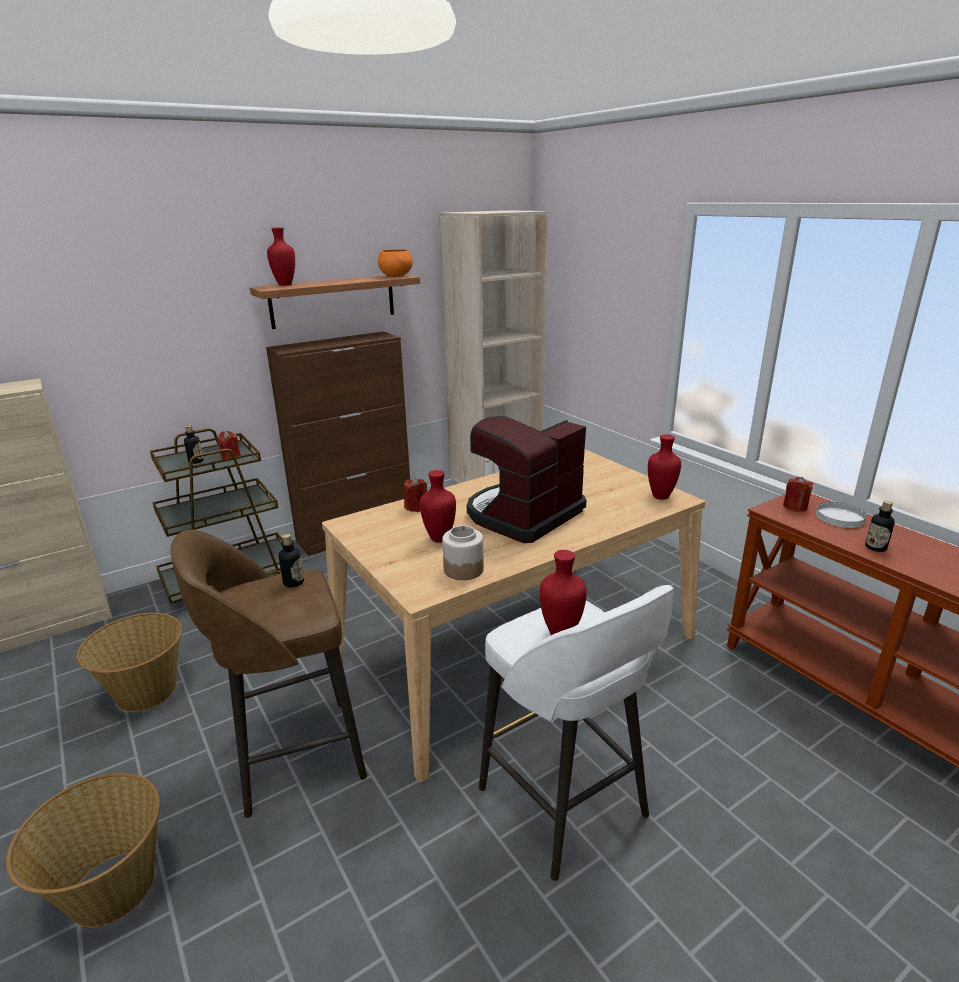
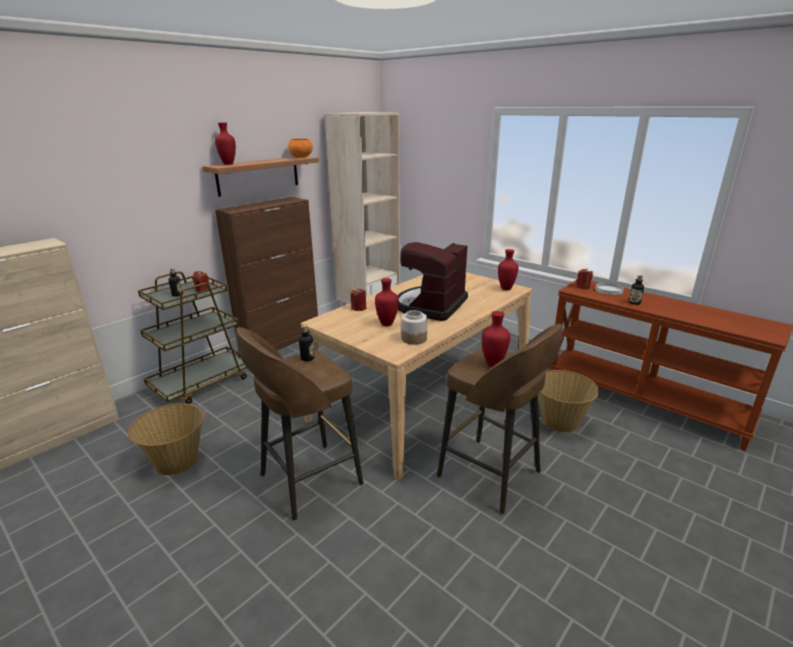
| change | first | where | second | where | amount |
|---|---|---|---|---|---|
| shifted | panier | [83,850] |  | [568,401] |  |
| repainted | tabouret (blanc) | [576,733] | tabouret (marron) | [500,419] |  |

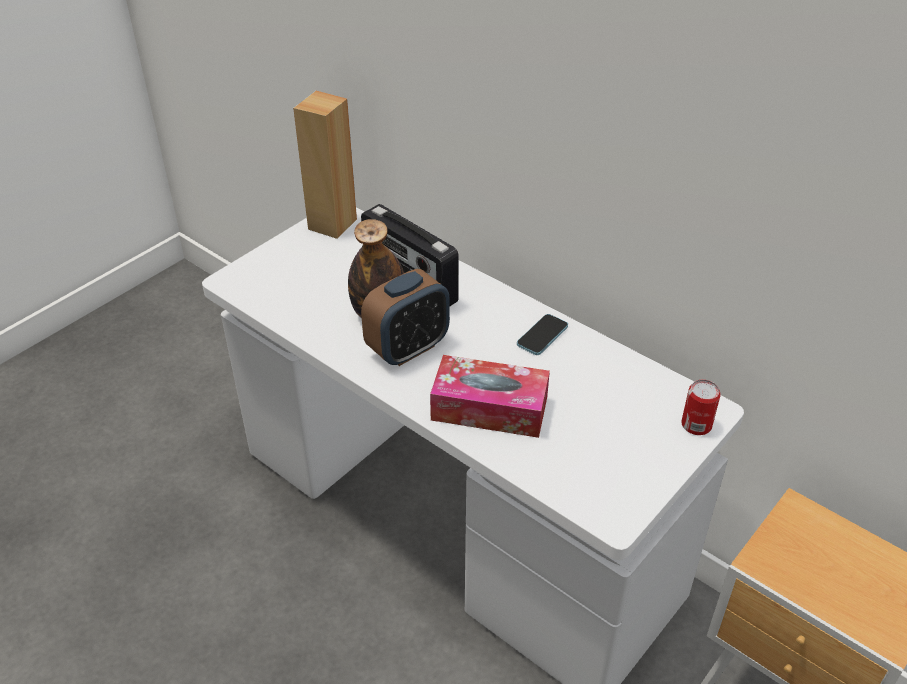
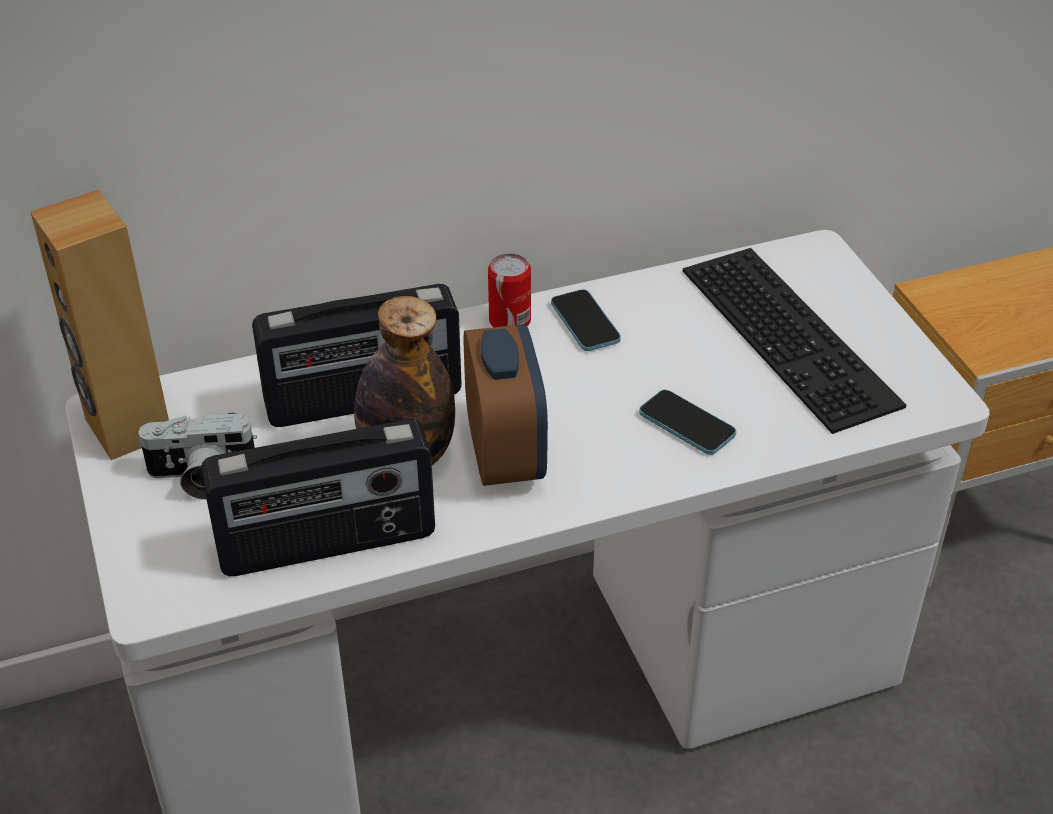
| change | first | where | second | where | amount |
|---|---|---|---|---|---|
| new |  |  | appareil photo | [197,456] |  |
| new |  |  | radio | [318,497] |  |
| new |  |  | clavier | [794,341] |  |
| shifted | boîte métallique | [701,407] |  | [509,290] |  |
| swapped | boîte à mouchoirs | [490,396] | téléphone | [687,422] |  |

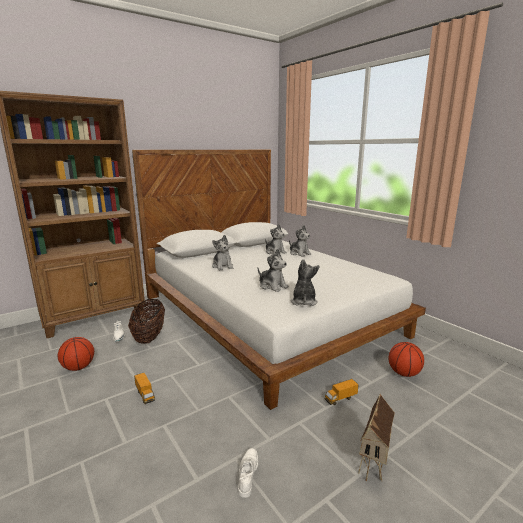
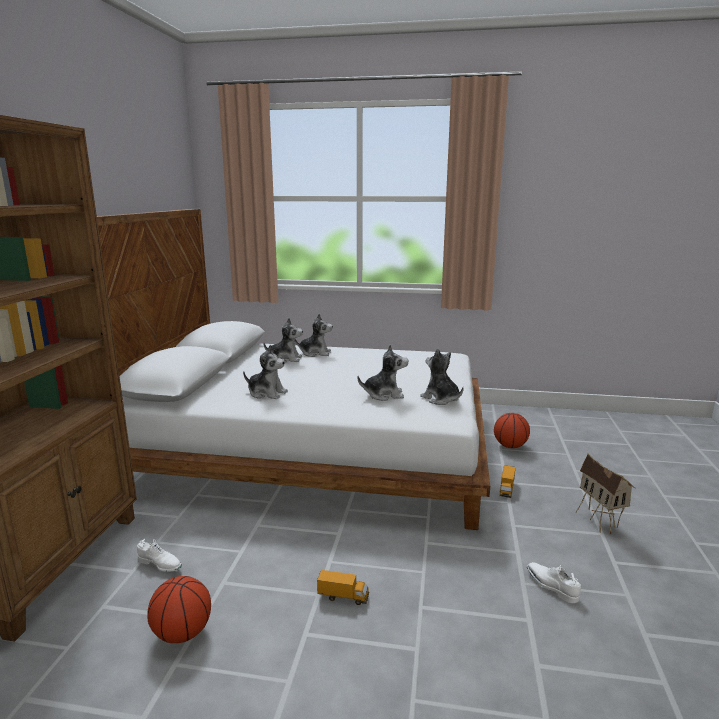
| change | first | where | second | where | amount |
|---|---|---|---|---|---|
| gone | panier | [146,321] |  |  |  |

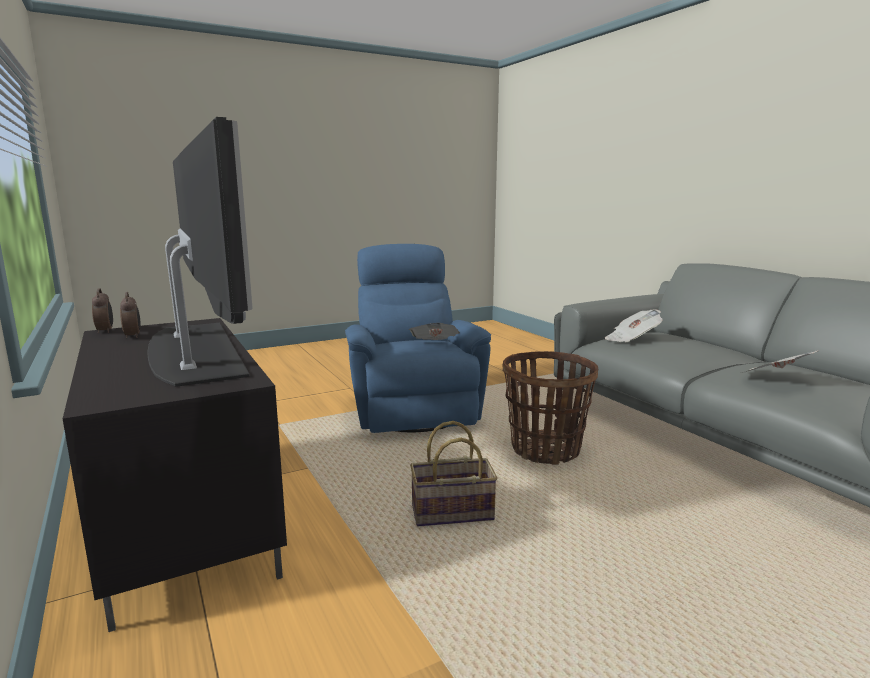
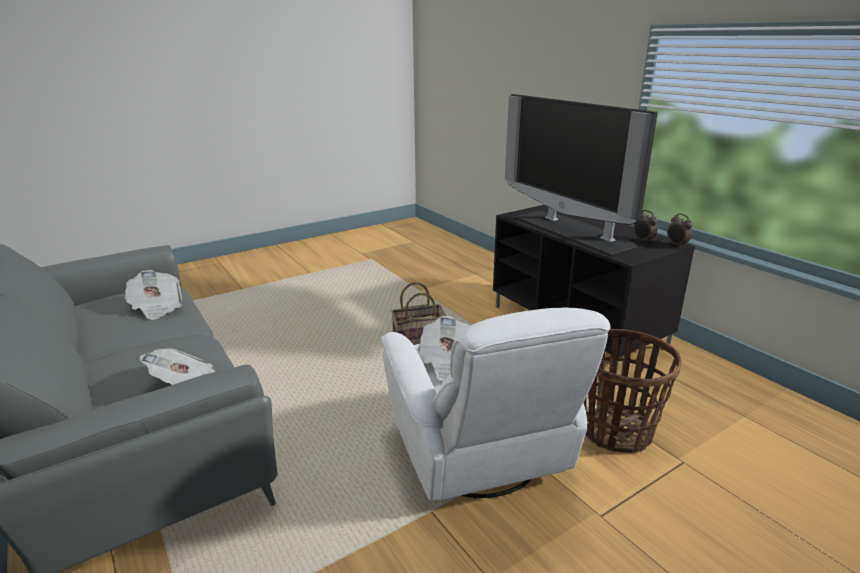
| change | first | where | second | where | amount |
|---|---|---|---|---|---|
| shifted | panier | [550,408] |  | [632,391] |  |
| repainted | fauteuil (bleu) | [418,338] | fauteuil (blanc) | [496,404] |  |

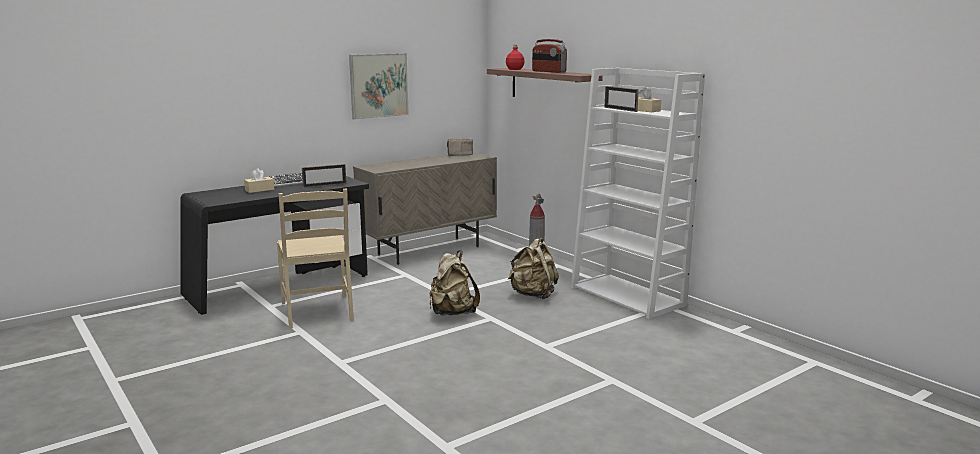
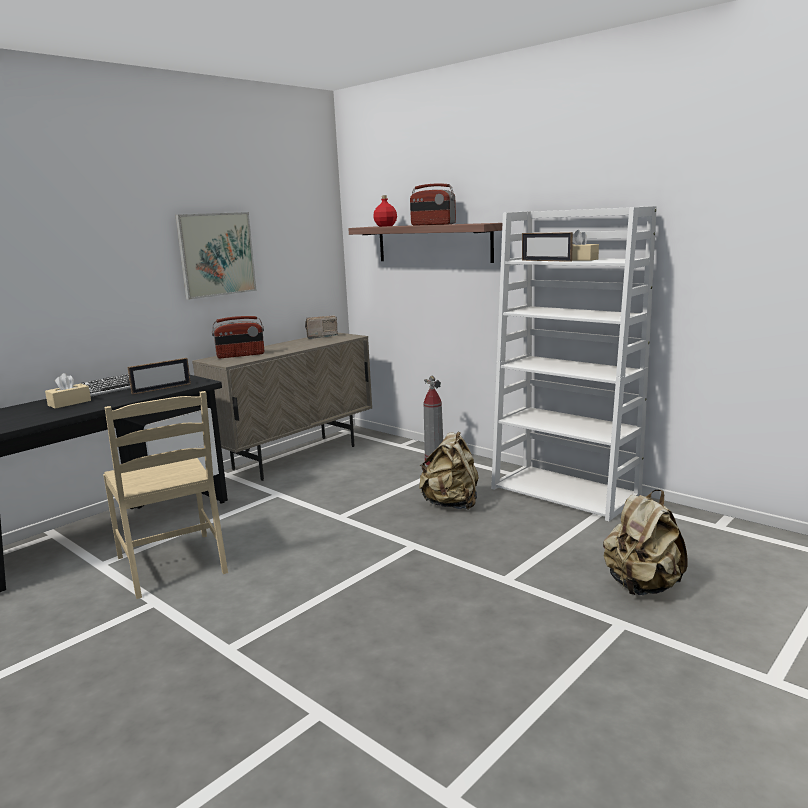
| change | first | where | second | where | amount |
|---|---|---|---|---|---|
| new |  |  | radio | [238,337] |  |
| shifted | sac à dos (beige) | [455,283] |  | [645,542] |  |

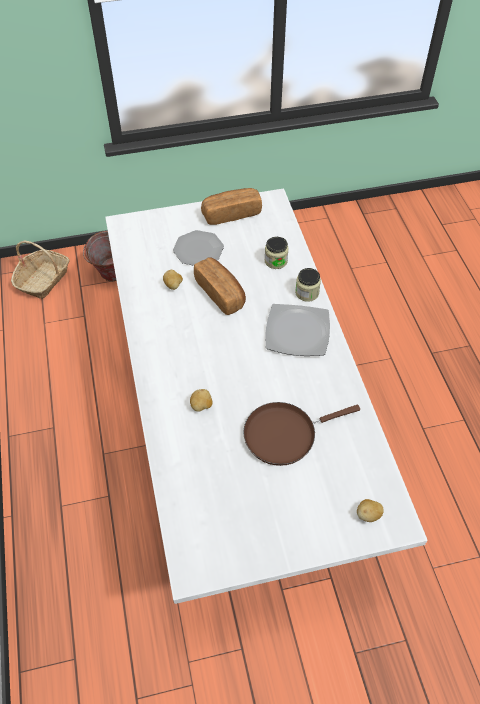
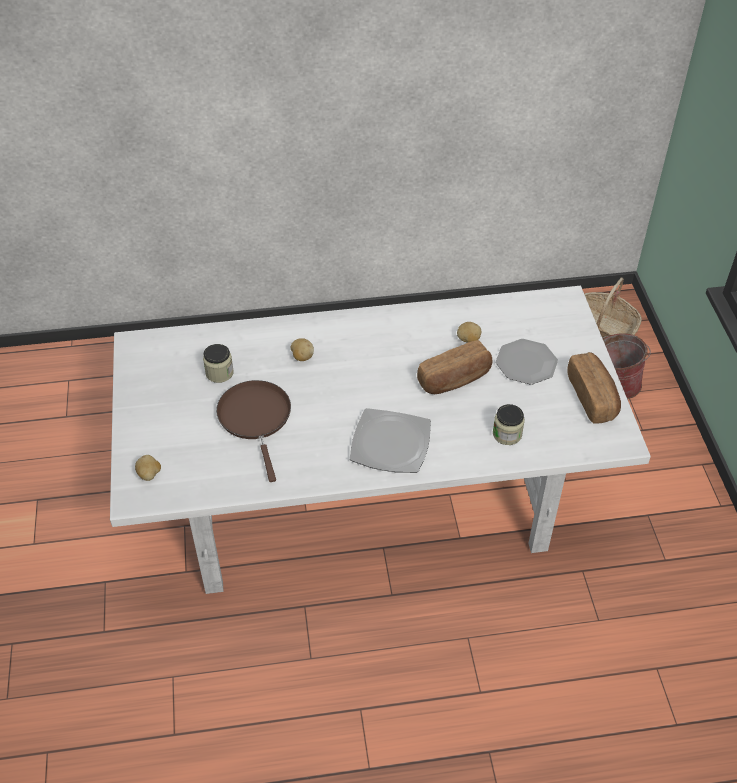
| change | first | where | second | where | amount |
|---|---|---|---|---|---|
| shifted | bocal | [308,285] |  | [218,363] |  |

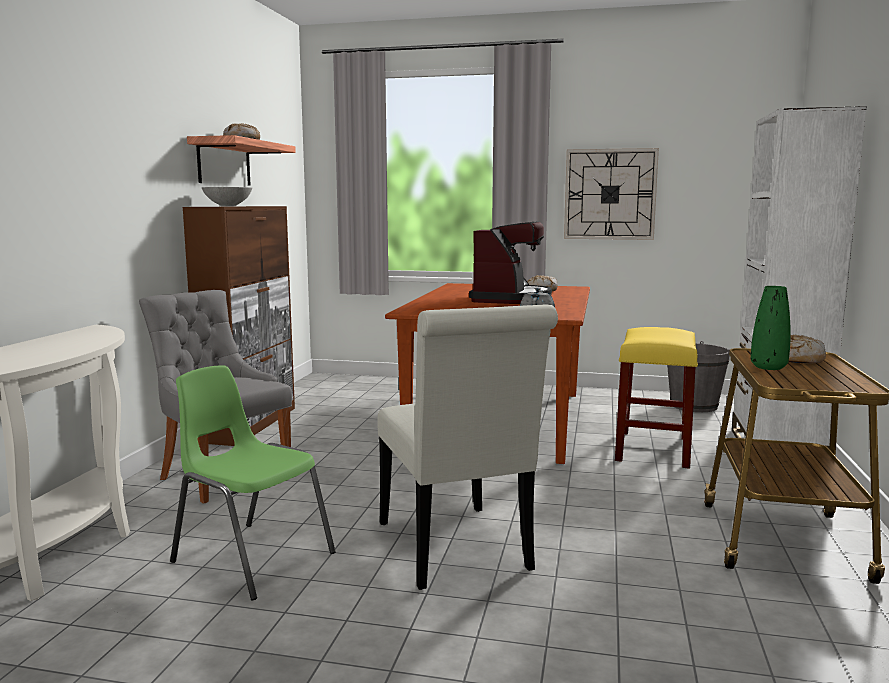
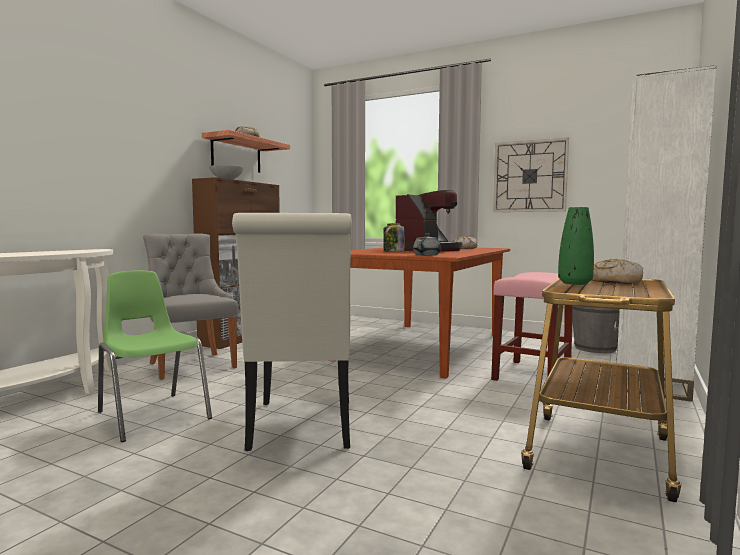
| change | first | where | second | where | amount |
|---|---|---|---|---|---|
| new |  |  | bocal | [394,237] |  |
| repainted | tabouret (jaune) | [656,398] | tabouret (rose) | [532,326] |  |

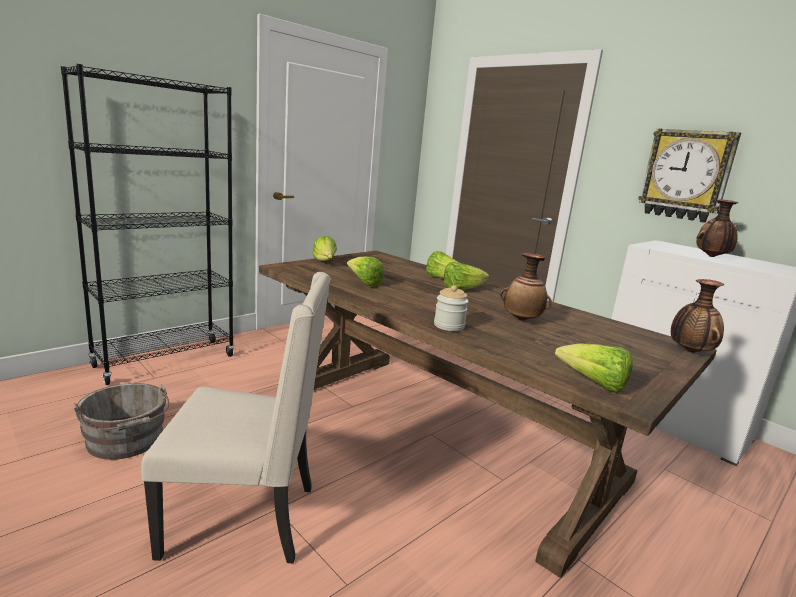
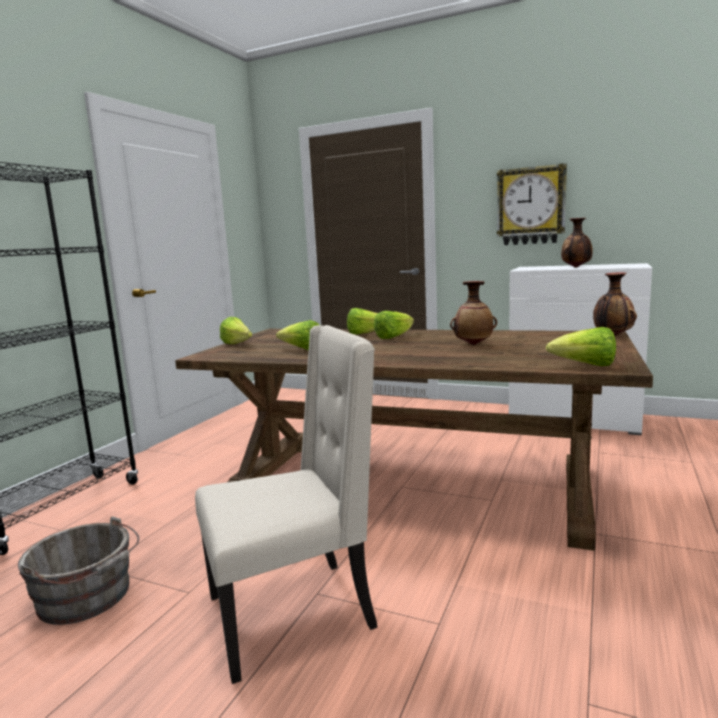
| change | first | where | second | where | amount |
|---|---|---|---|---|---|
| gone | bocal | [451,308] |  |  |  |

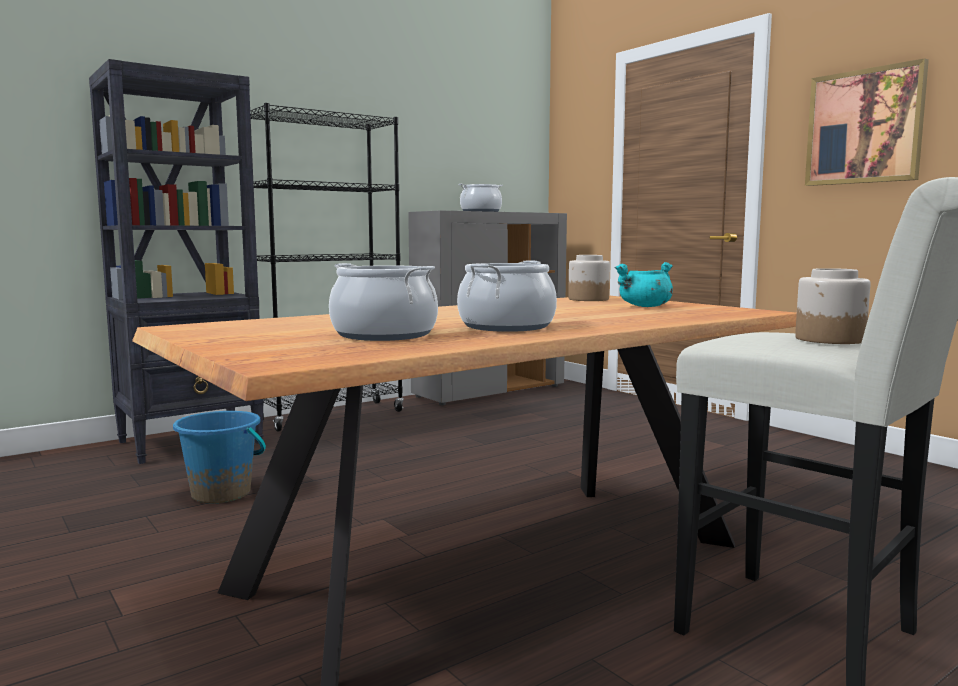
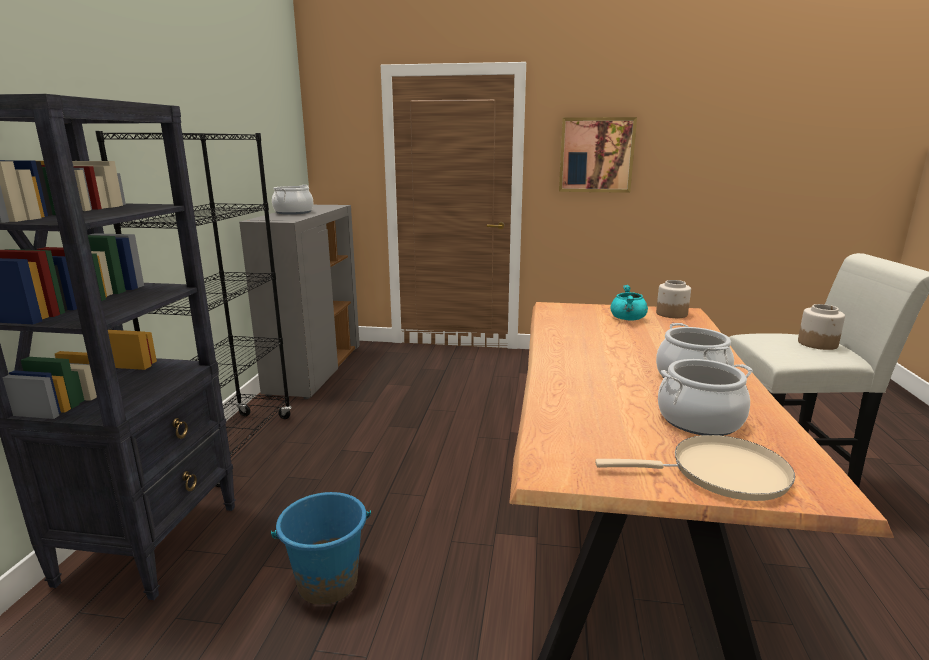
| change | first | where | second | where | amount |
|---|---|---|---|---|---|
| new |  |  | poêle (beige) | [695,468] |  |
| shifted | bocal | [589,278] |  | [673,299] |  |

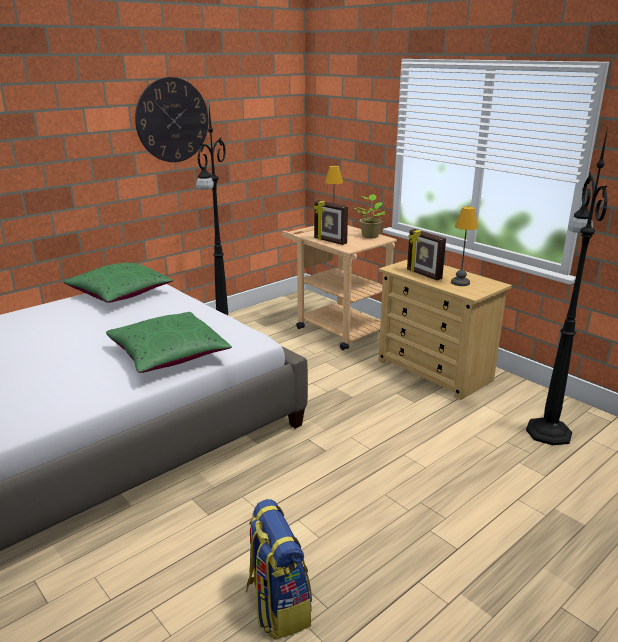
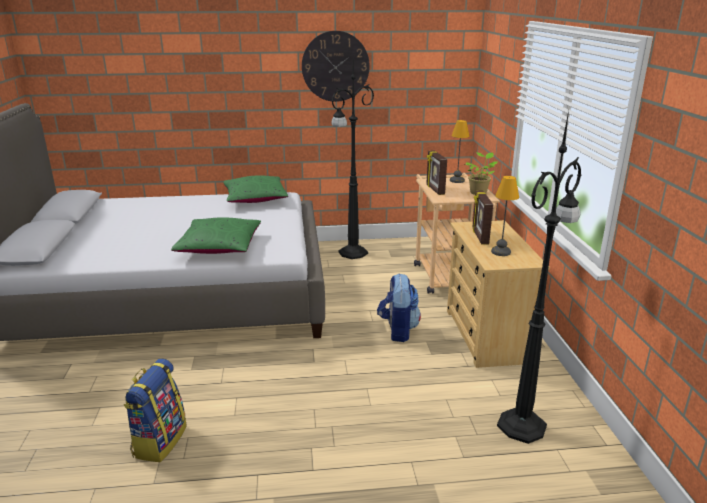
| change | first | where | second | where | amount |
|---|---|---|---|---|---|
| new |  |  | sac à dos | [399,308] |  |

